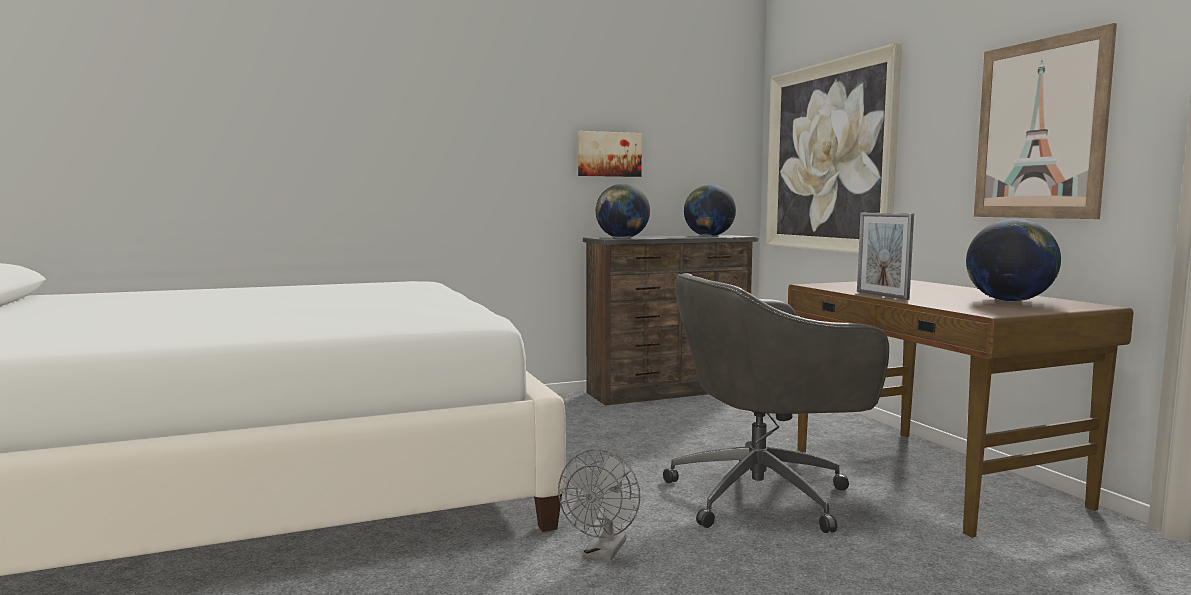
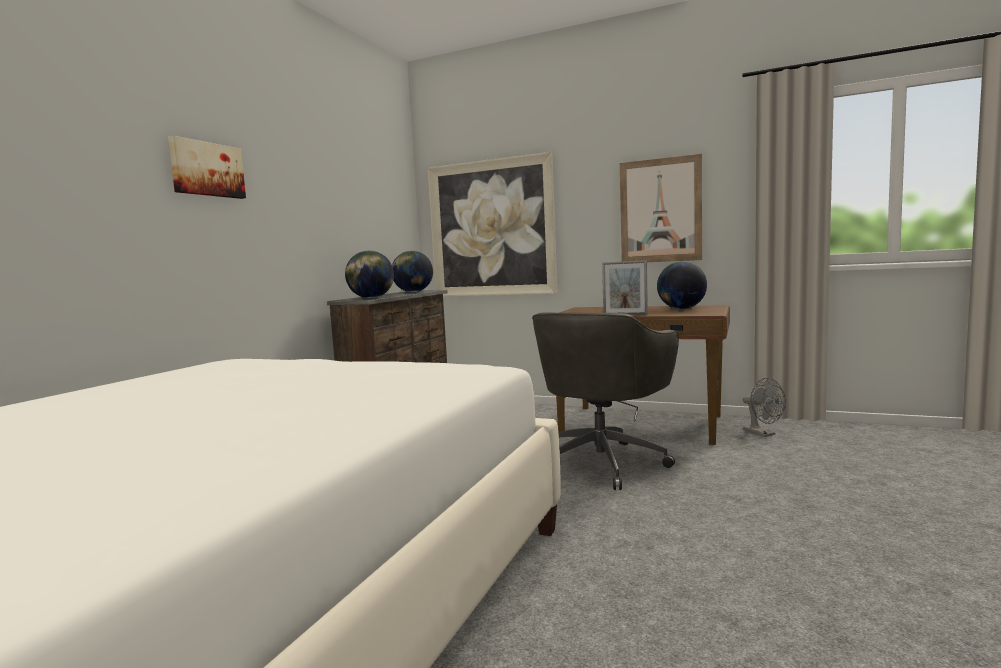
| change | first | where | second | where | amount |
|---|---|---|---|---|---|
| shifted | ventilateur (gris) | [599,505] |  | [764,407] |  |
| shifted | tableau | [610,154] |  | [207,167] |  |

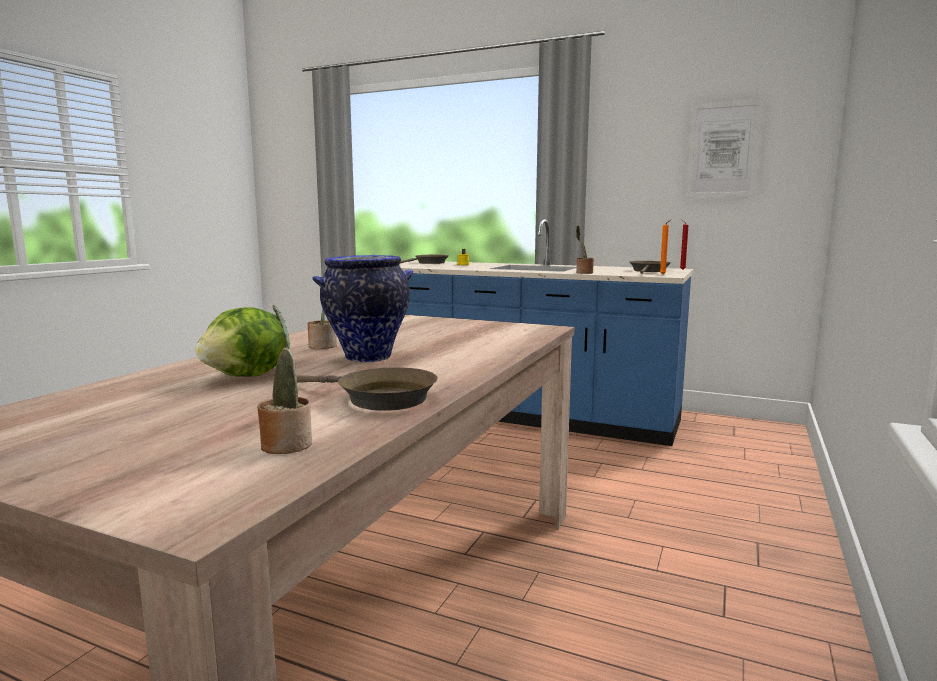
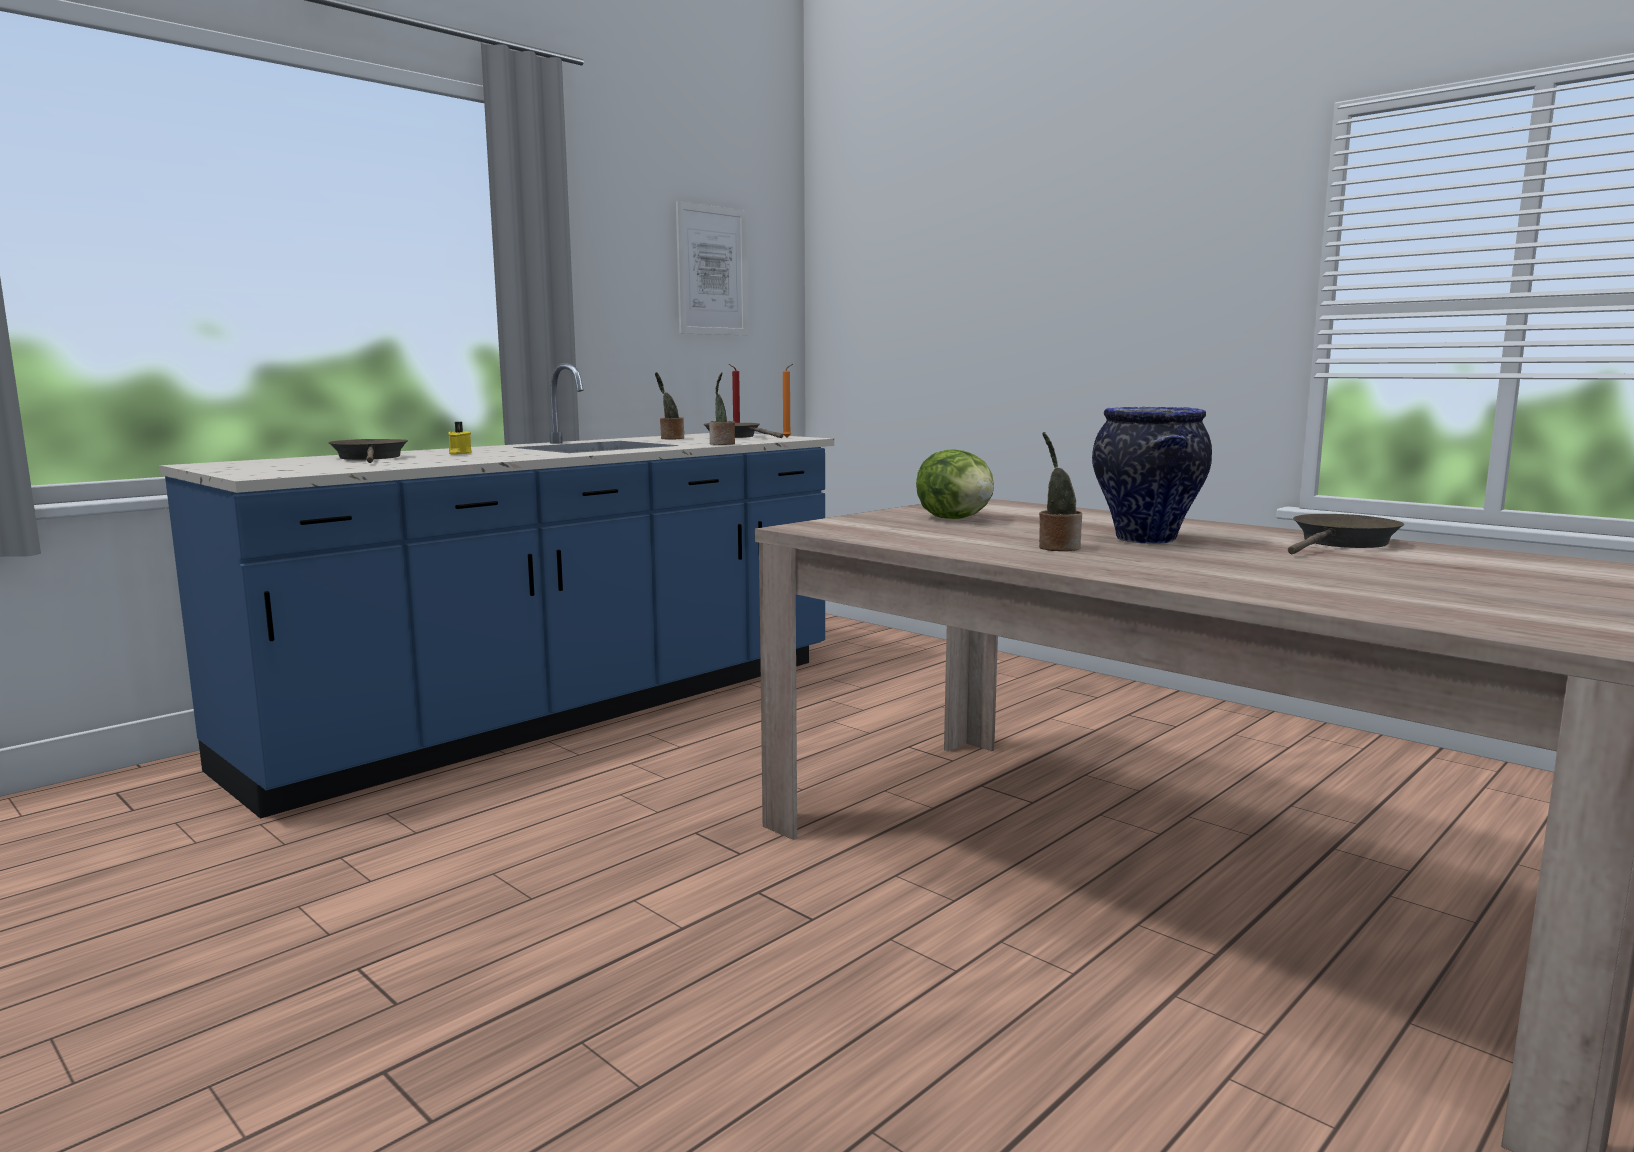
| change | first | where | second | where | amount |
|---|---|---|---|---|---|
| shifted | laitue | [240,341] |  | [955,484] |  |
| shifted | plante en pot | [284,379] |  | [669,405] |  |

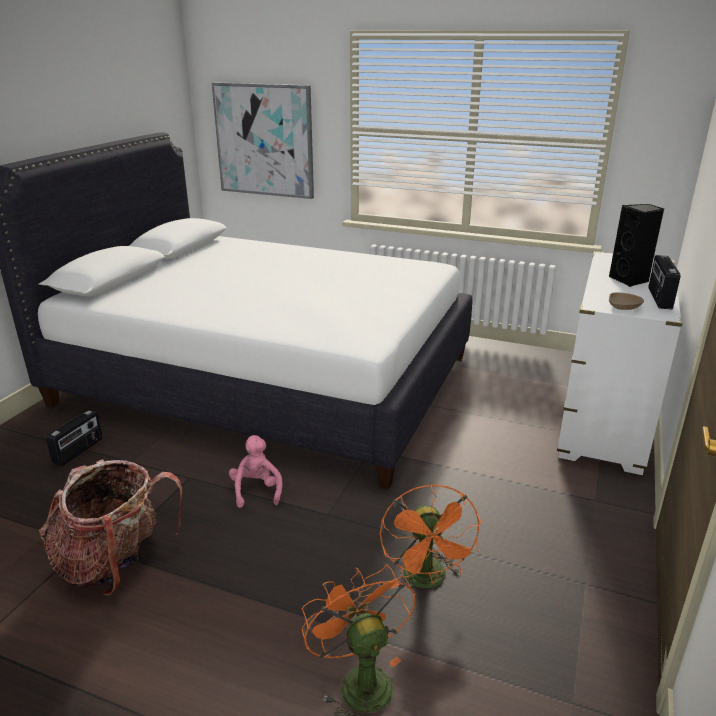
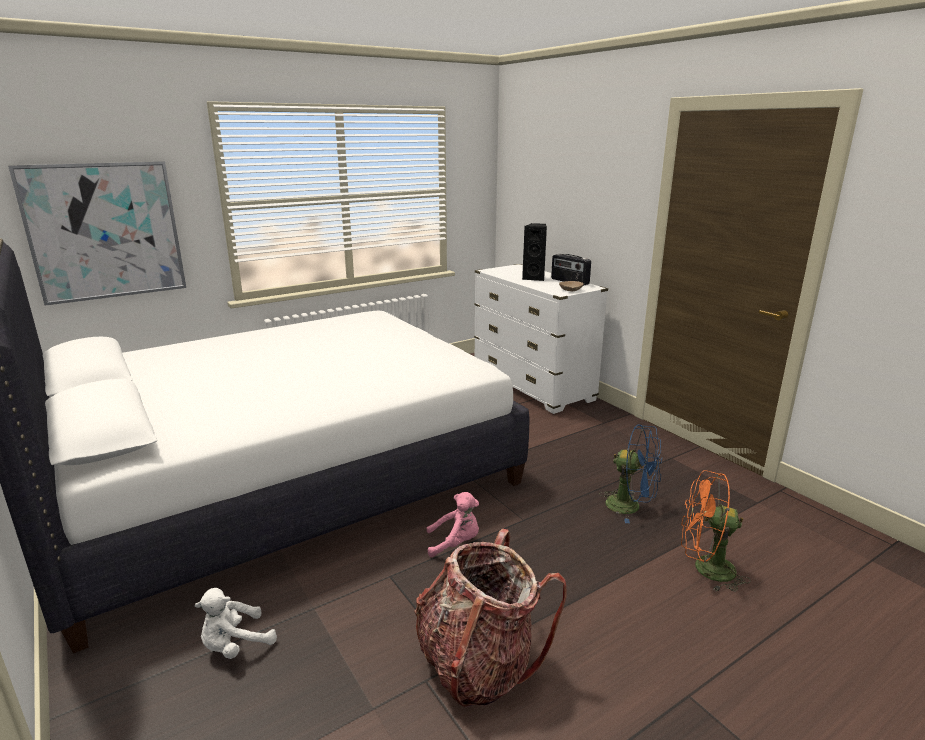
| change | first | where | second | where | amount |
|---|---|---|---|---|---|
| swapped | radio | [74,438] | peluche (blanc) | [236,623] |  |
| repainted | ventilateur (orange) | [431,536] | ventilateur (bleu) | [630,473] |  |
| rotated | peluche (rose) | [255,471] |  | [452,524] | 150 degrees clockwise |

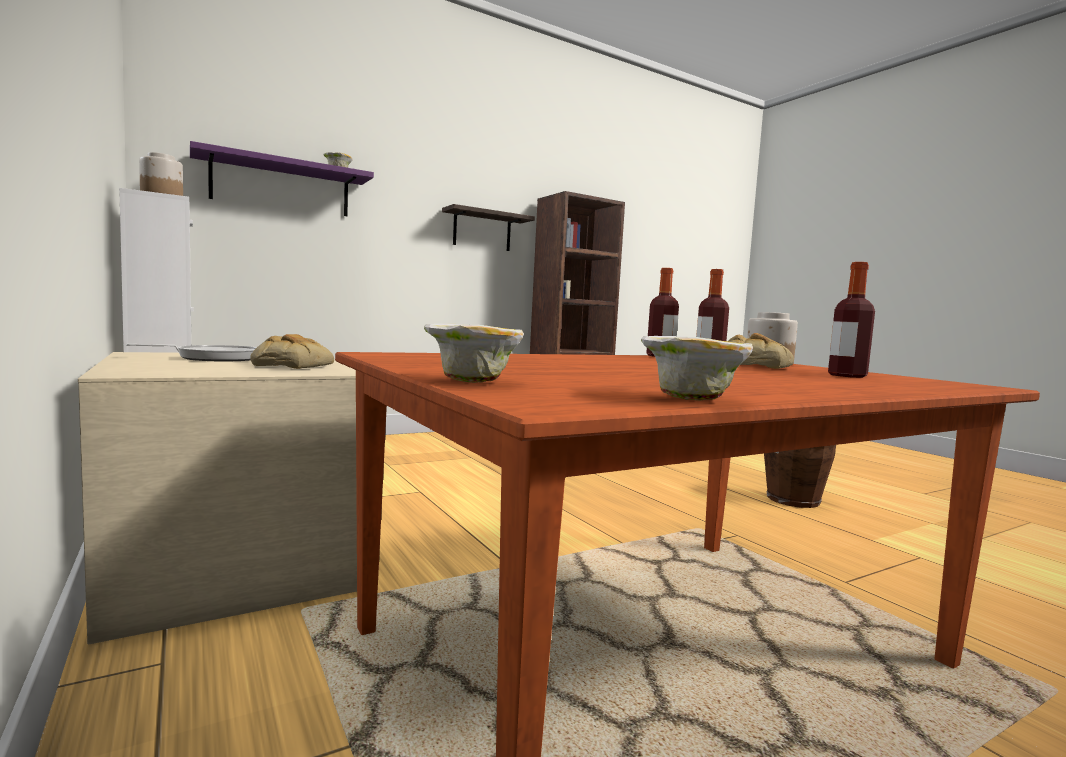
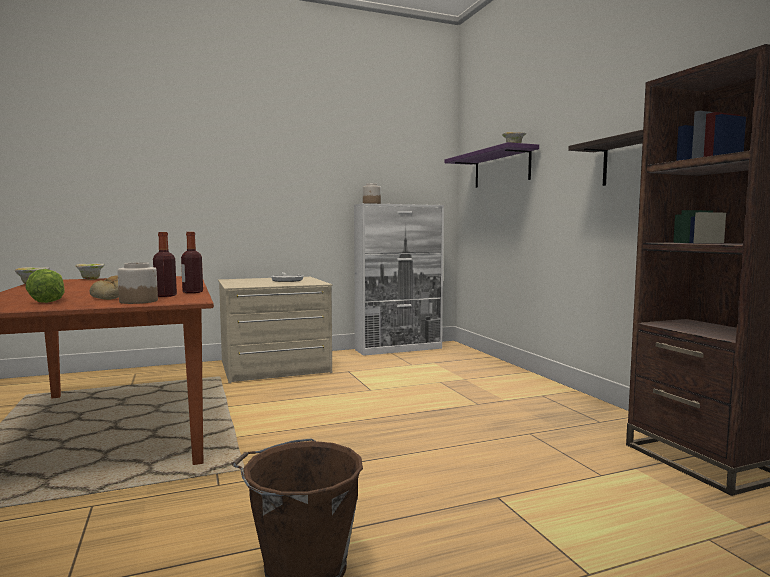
| change | first | where | second | where | amount |
|---|---|---|---|---|---|
| gone | pain | [292,351] |  |  |  |
| swapped | bouteille | [851,320] | laitue | [45,286] |  |

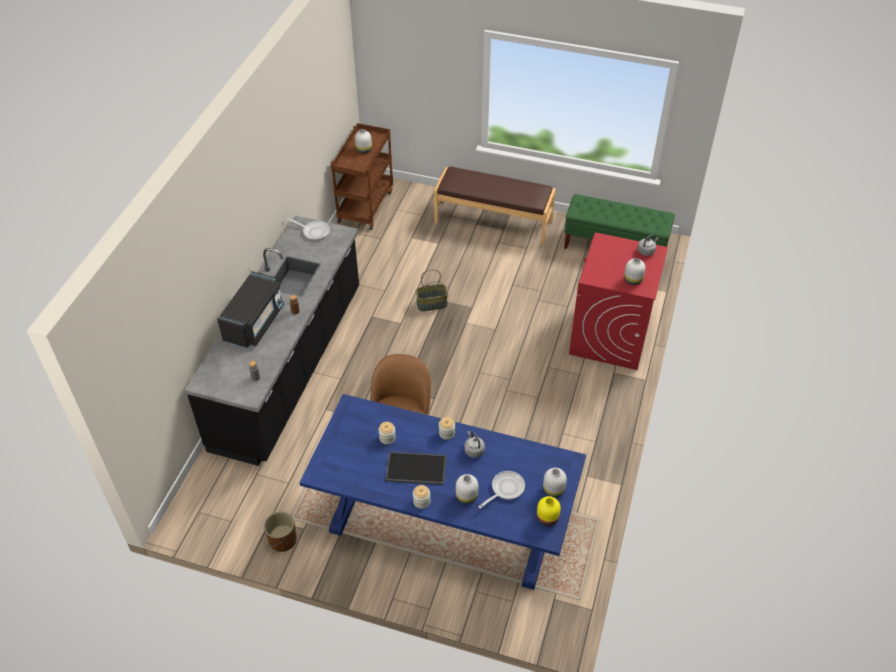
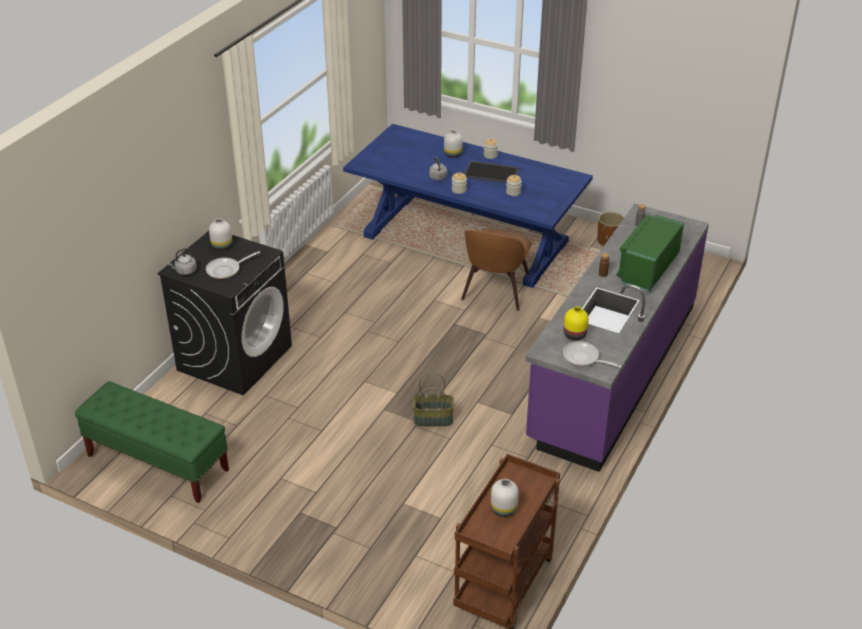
| change | first | where | second | where | amount |
|---|---|---|---|---|---|
| gone | banc (marron) | [495,205] |  |  |  |
| gone | vase (blanc) | [555,482] |  |  |  |
| shifted | poêle | [501,489] |  | [233,265] |  |
| shifted | vase (jaune) | [549,511] |  | [576,324] |  |
| repainted | comptoir de cuisine (noir) | [272,340] | comptoir de cuisine (violet) | [617,337] |  |
| repainted | micro-ondes (noir) | [250,310] | micro-ondes (vert) | [650,253] |  |
| repainted | lave-linge (rouge) | [618,301] | lave-linge (noir) | [224,313] |  |

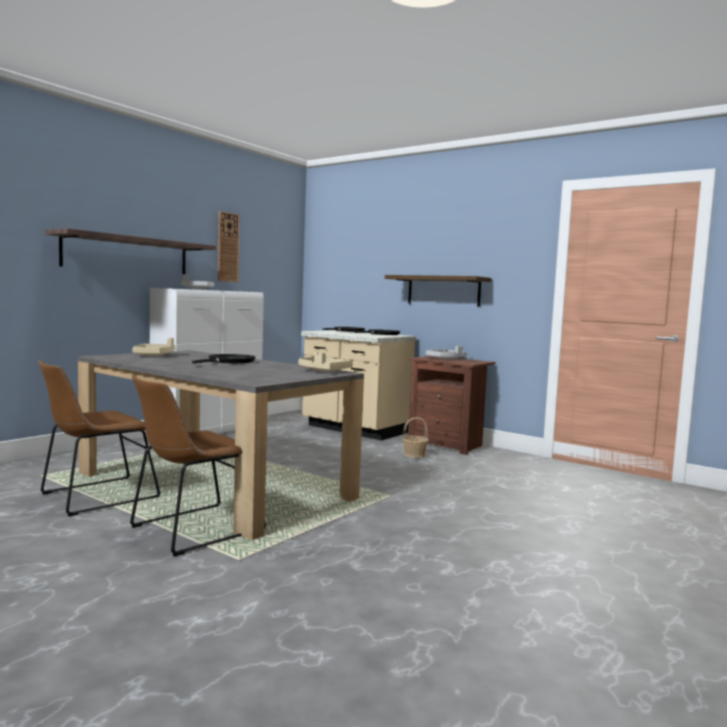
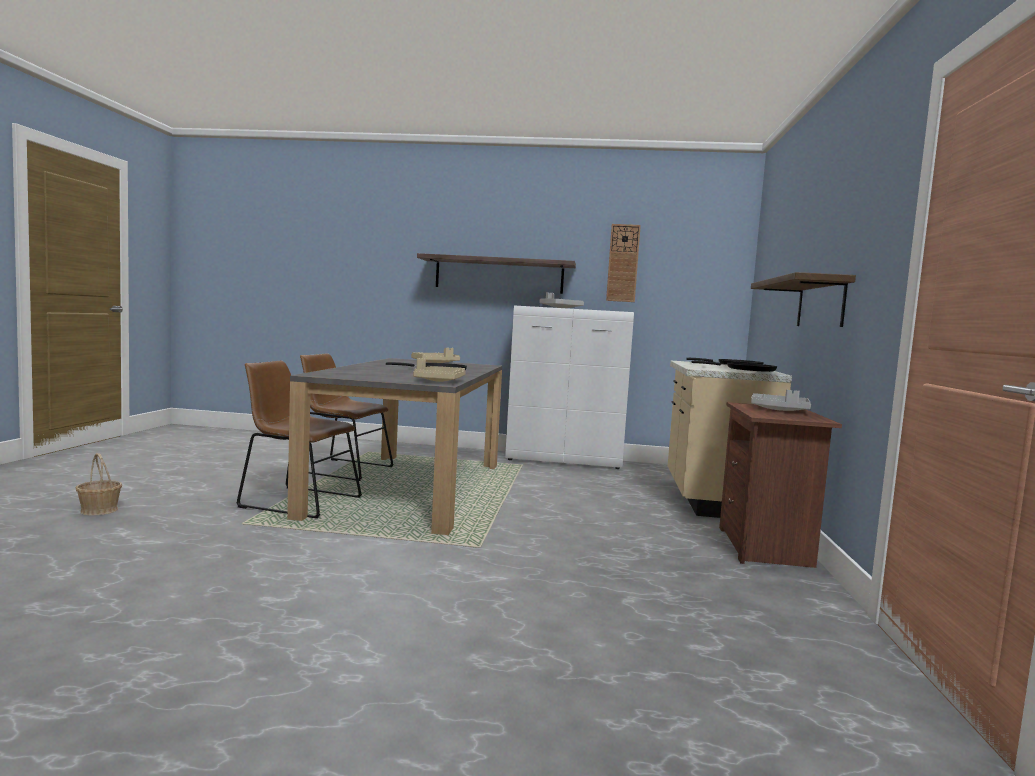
| change | first | where | second | where | amount |
|---|---|---|---|---|---|
| shifted | panier | [415,437] |  | [99,484] |  |

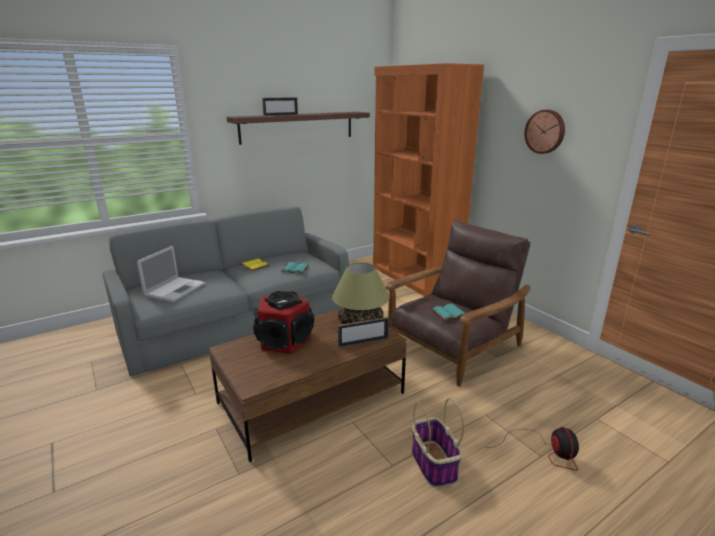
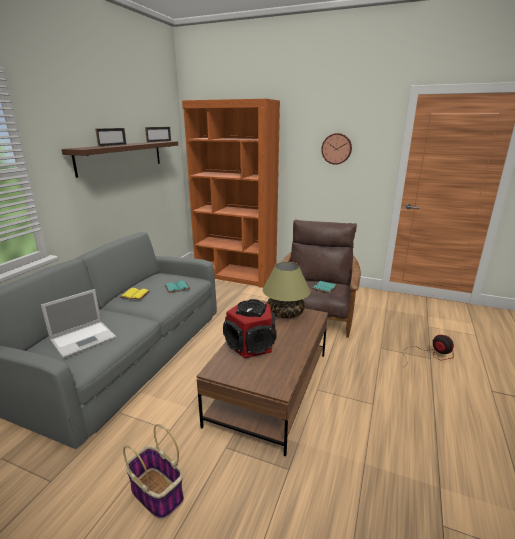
| change | first | where | second | where | amount |
|---|---|---|---|---|---|
| shifted | cadre photo | [363,332] |  | [158,135] |  |
| shifted | panier | [438,443] |  | [153,471] |  |
| rotated | ordinateur portable | [171,274] |  | [78,324] | 60 degrees clockwise |

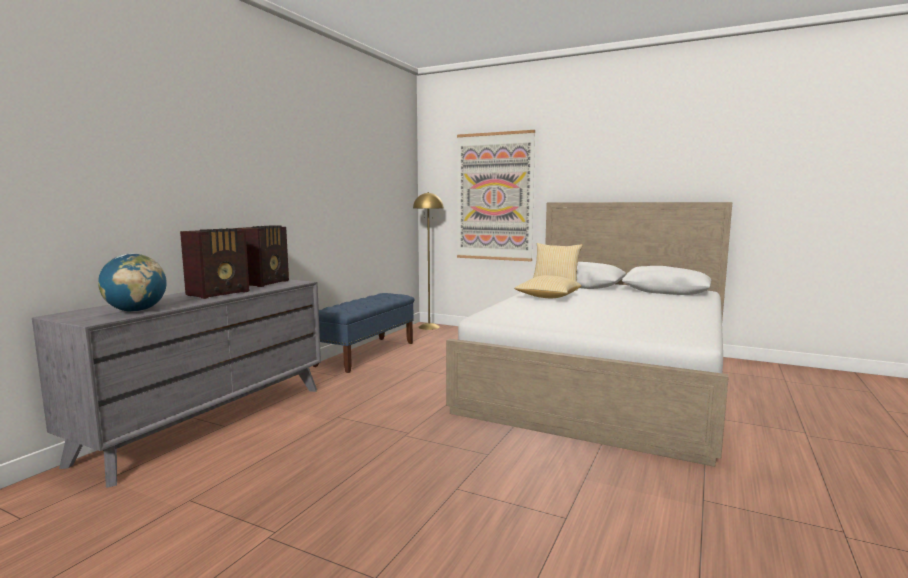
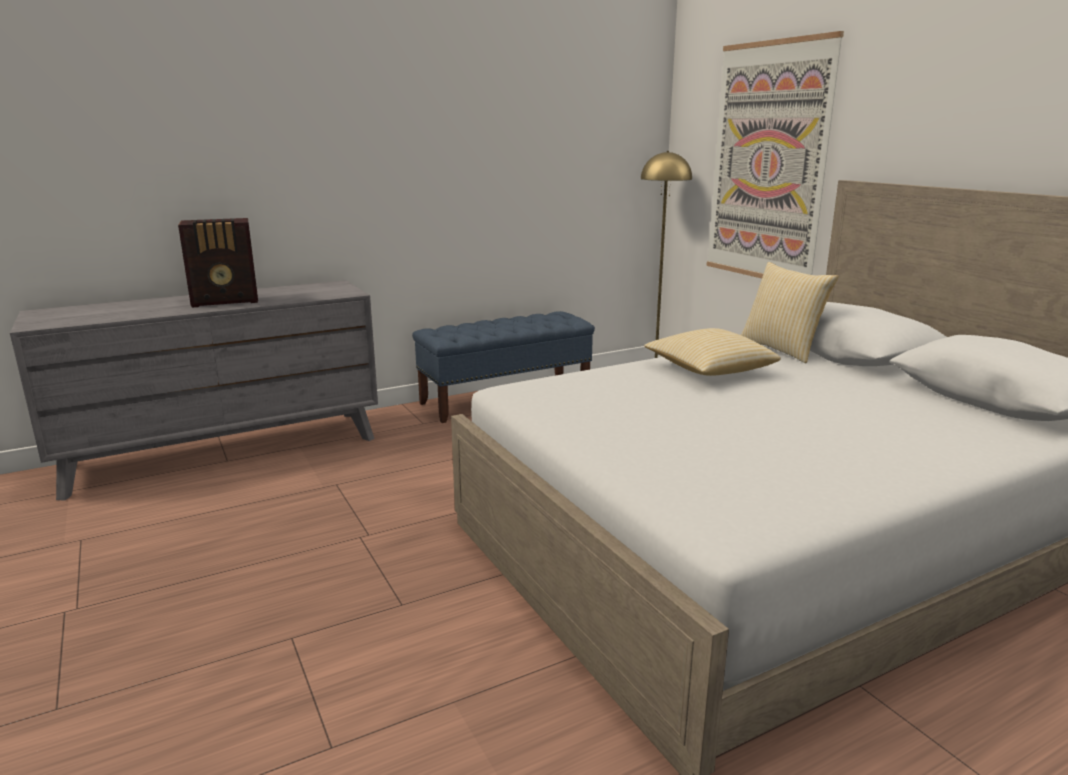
| change | first | where | second | where | amount |
|---|---|---|---|---|---|
| gone | globe | [132,283] |  |  |  |
| gone | radio | [261,256] |  |  |  |

